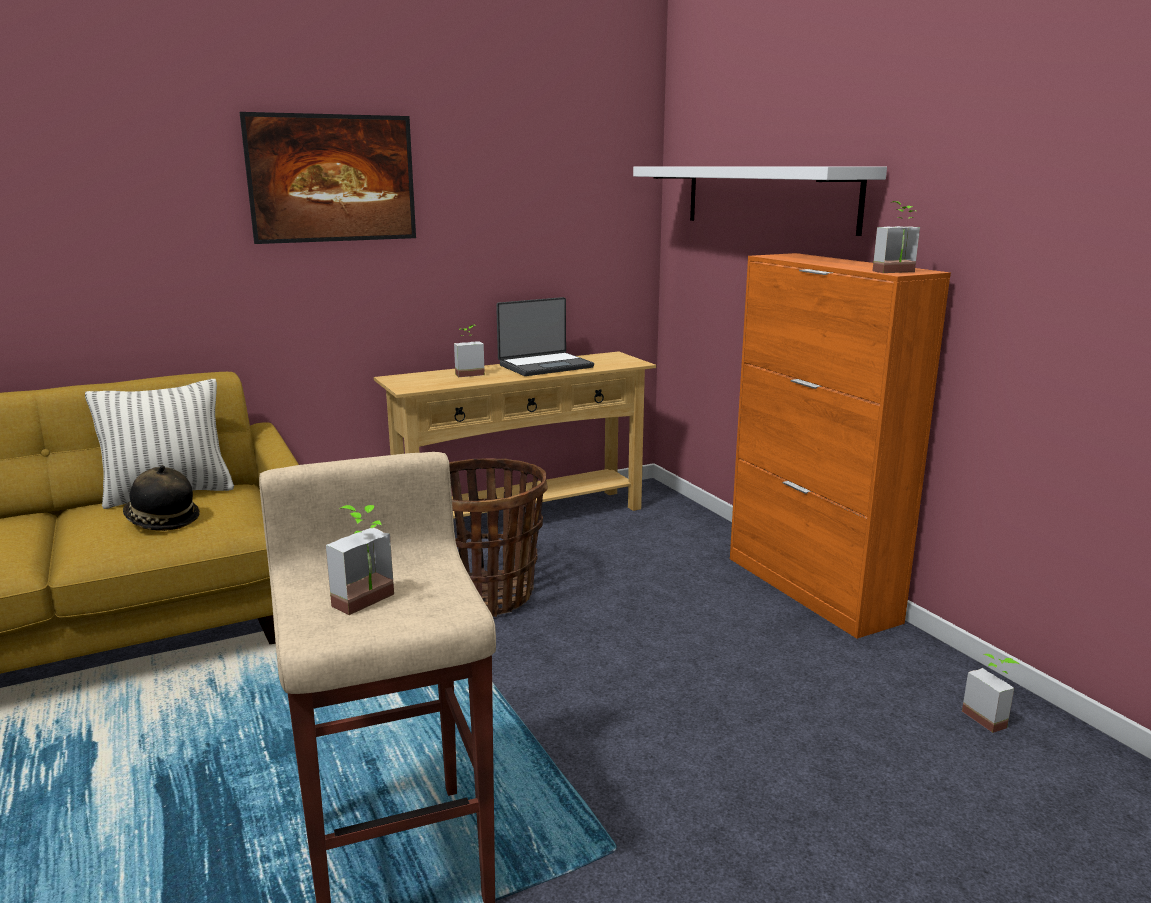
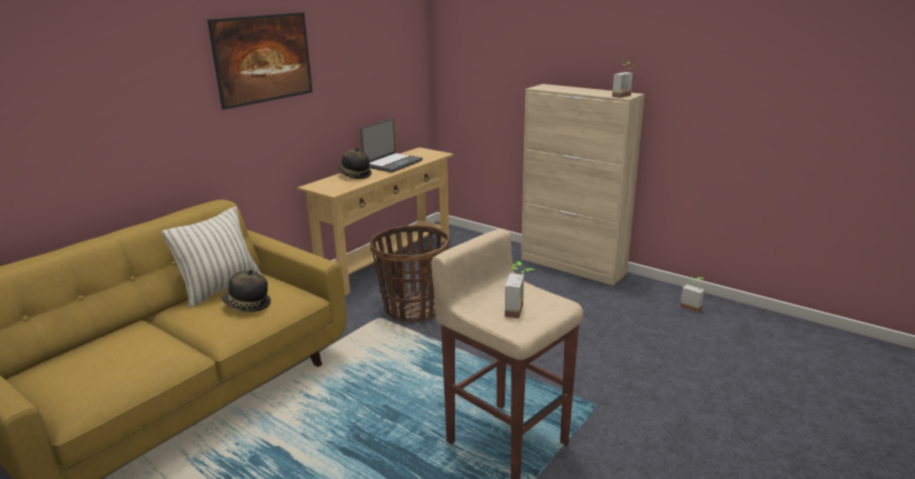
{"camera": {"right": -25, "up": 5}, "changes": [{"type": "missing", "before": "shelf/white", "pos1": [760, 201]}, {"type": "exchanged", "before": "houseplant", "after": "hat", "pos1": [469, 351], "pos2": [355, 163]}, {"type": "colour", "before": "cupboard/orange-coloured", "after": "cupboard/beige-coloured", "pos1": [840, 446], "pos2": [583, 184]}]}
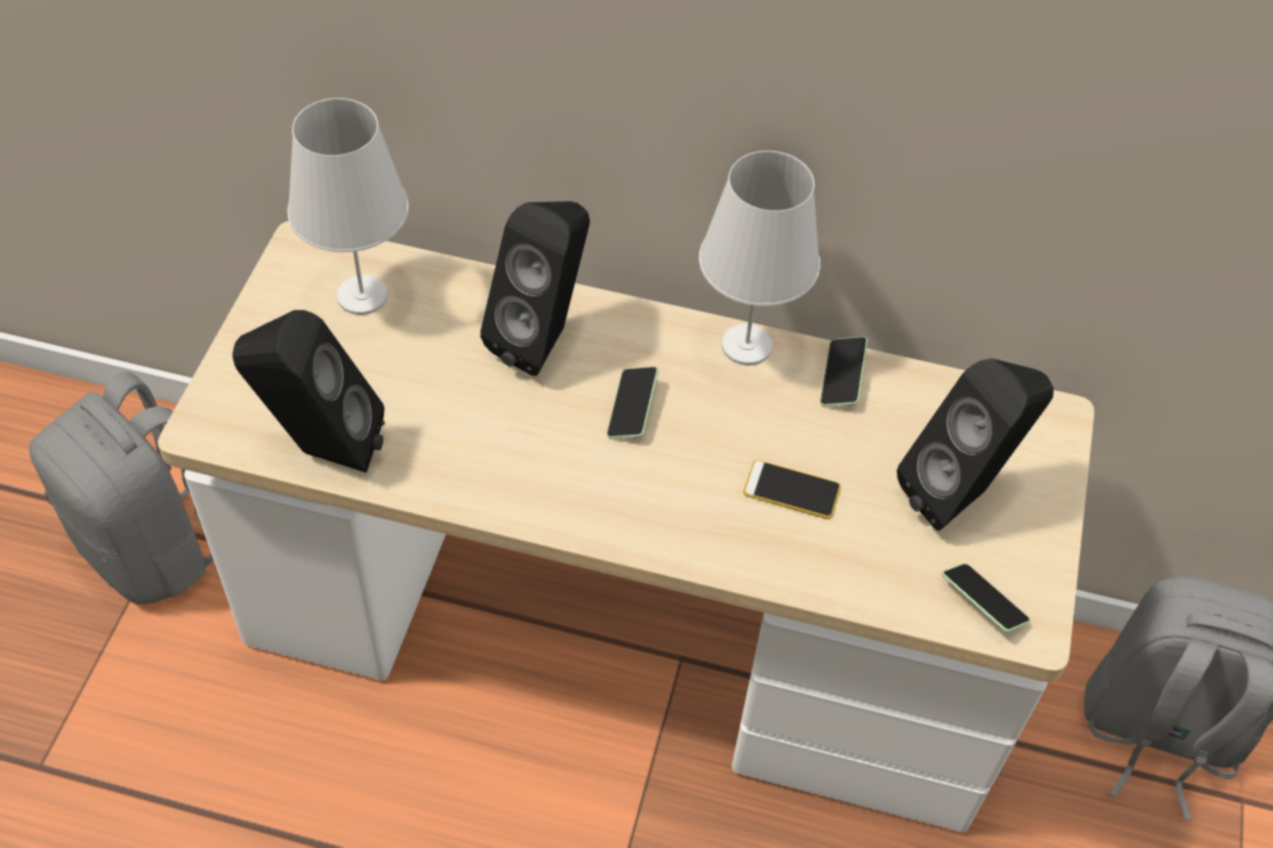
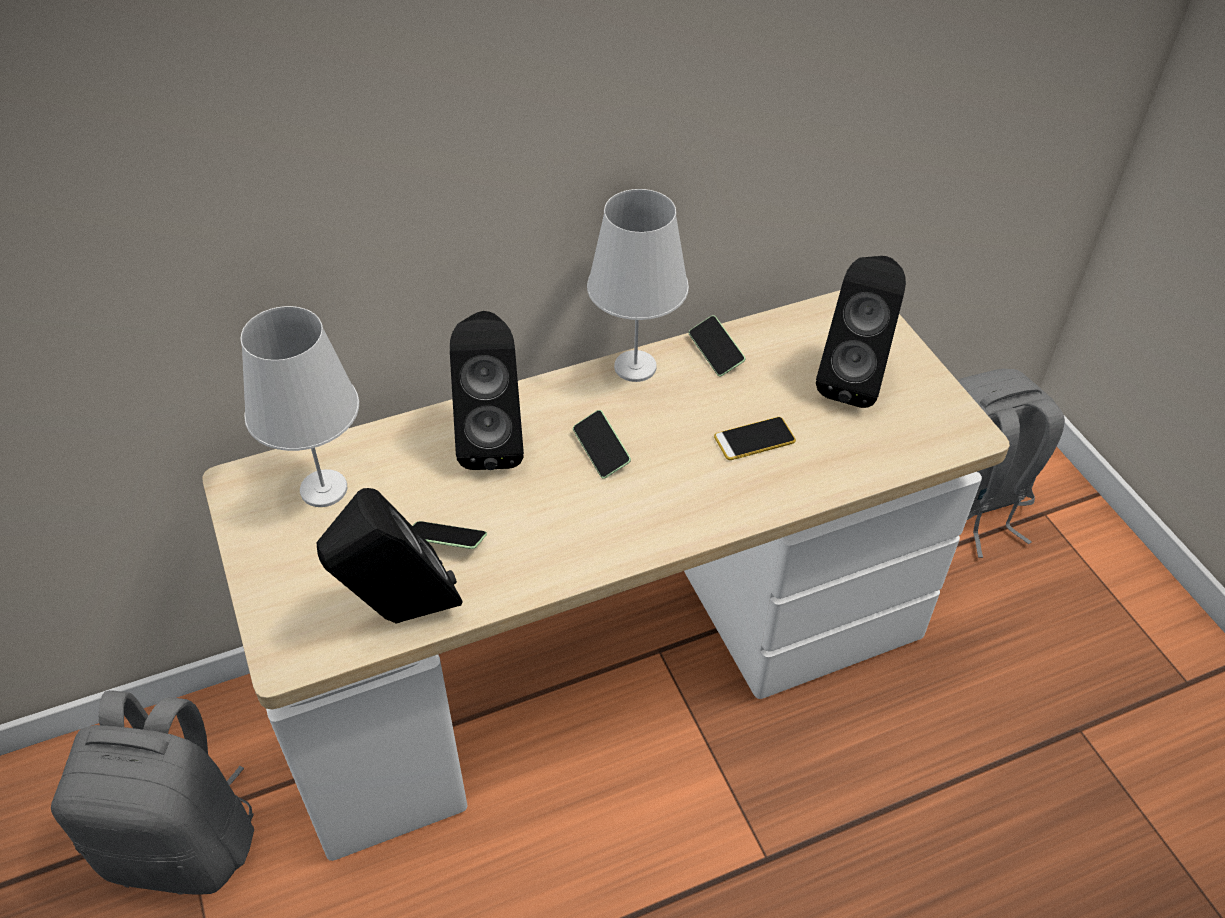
{"camera": {"right": -35, "up": -5}, "changes": [{"type": "relocated", "before": "telephone", "pos1": [986, 598], "pos2": [450, 535]}]}
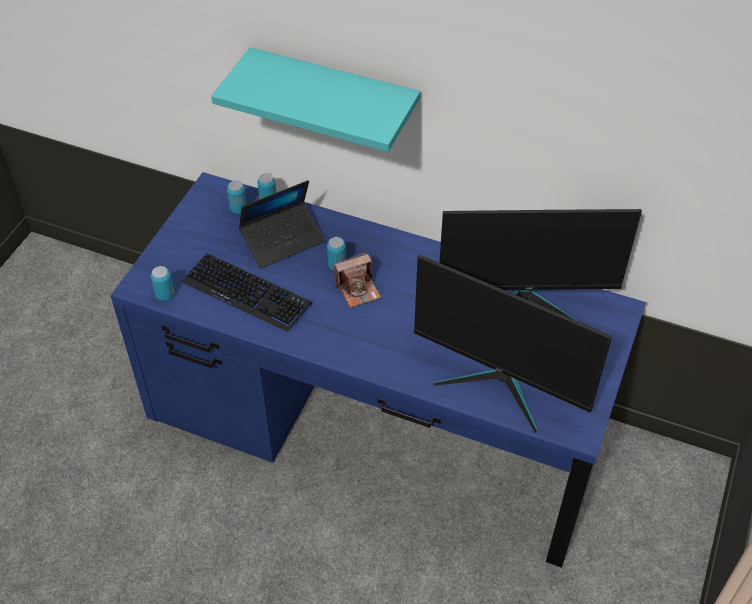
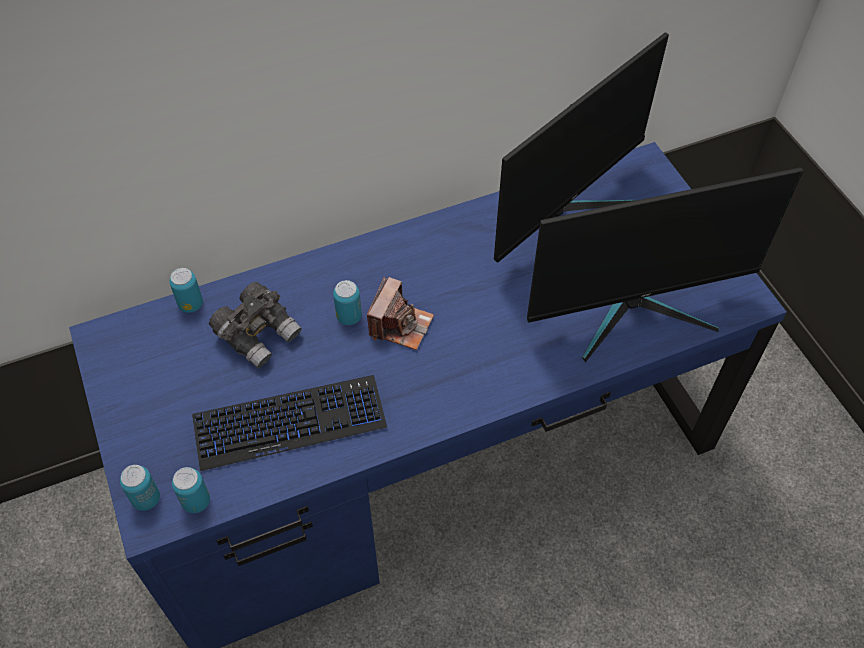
{"camera": {"right": -45, "up": 5}, "changes": [{"type": "missing", "before": "shelf/turquoise-coloured", "pos1": [315, 99]}, {"type": "relocated", "before": "can", "pos1": [237, 197], "pos2": [140, 488]}, {"type": "exchanged", "before": "laptop", "after": "binoculars/gray", "pos1": [282, 224], "pos2": [255, 325]}]}
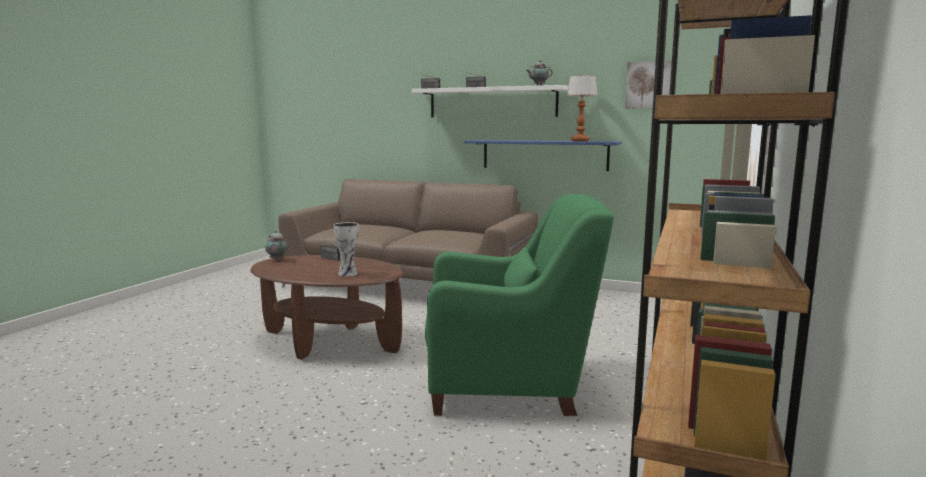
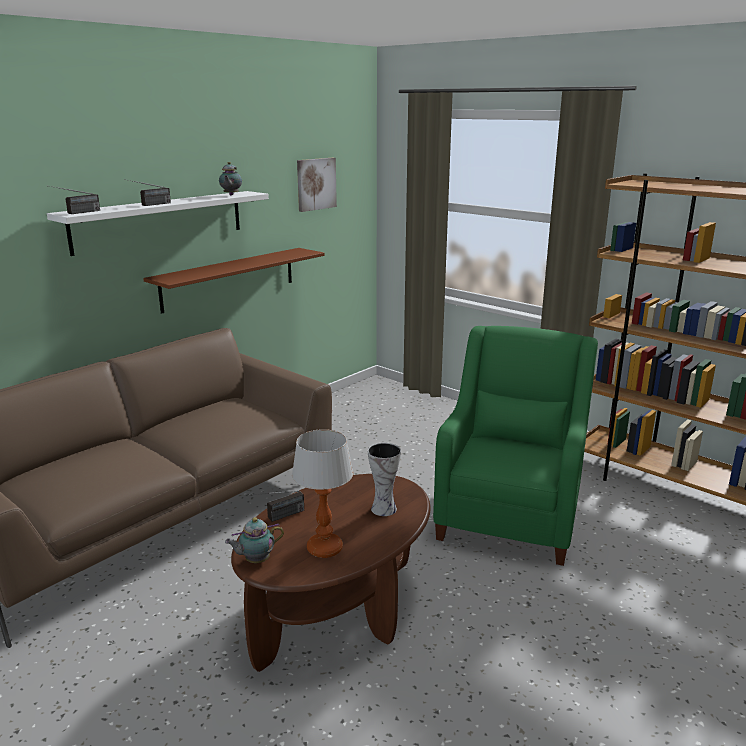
{"camera": {"right": -70, "up": 10}, "changes": [{"type": "relocated", "before": "lamp for a table", "pos1": [582, 108], "pos2": [322, 493]}, {"type": "colour", "before": "shelf/bluish", "after": "shelf/brown", "pos1": [543, 155], "pos2": [234, 281]}]}
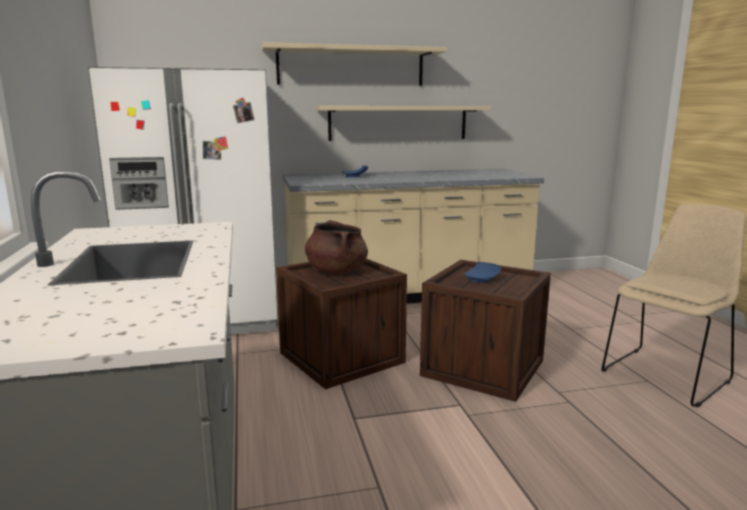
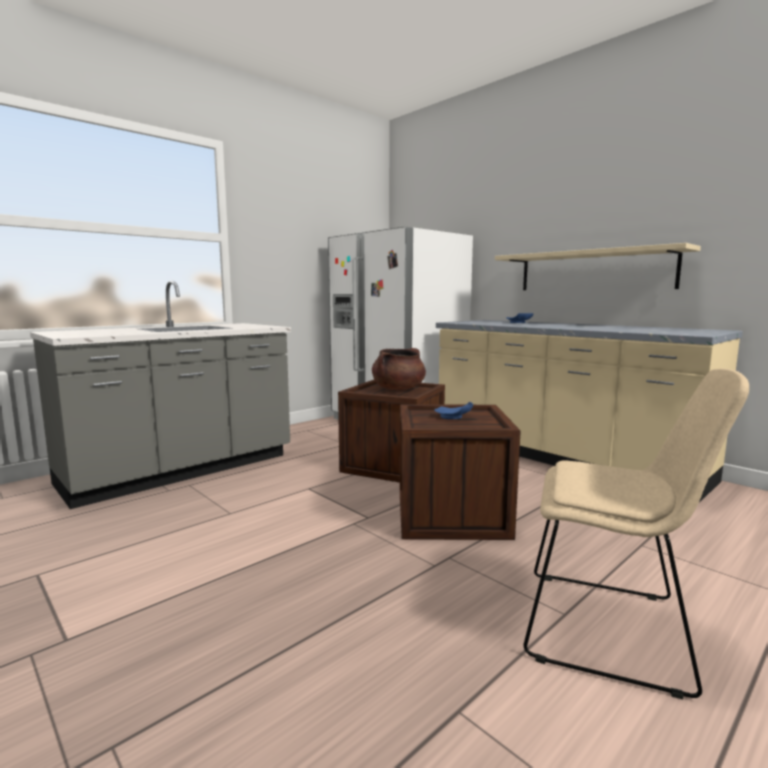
{"camera": {"right": 60, "up": -5}, "changes": [{"type": "missing", "before": "shelf/beige-coloured", "pos1": [354, 64]}]}
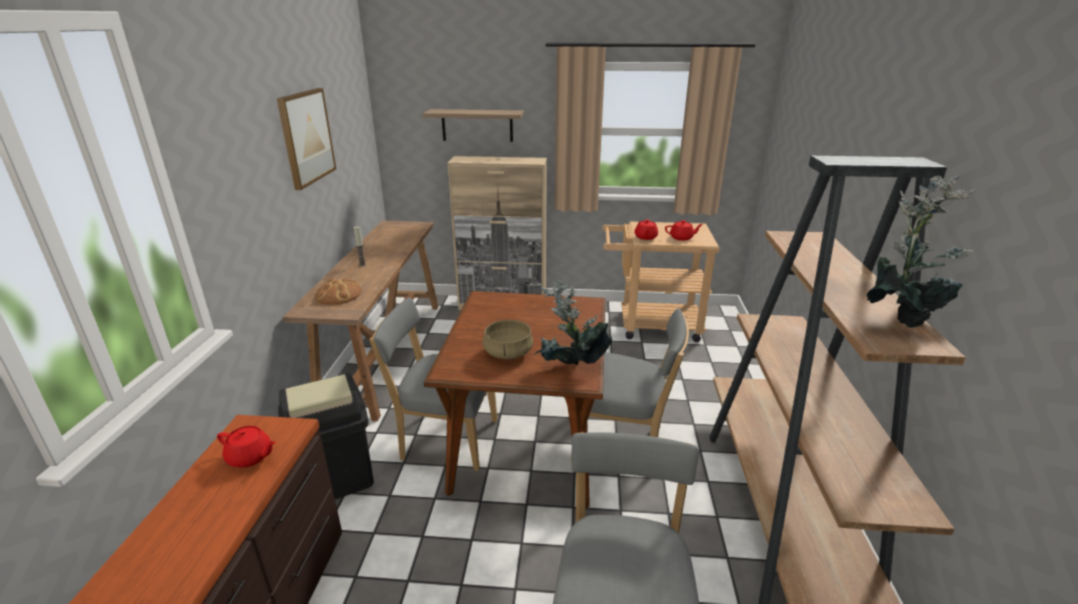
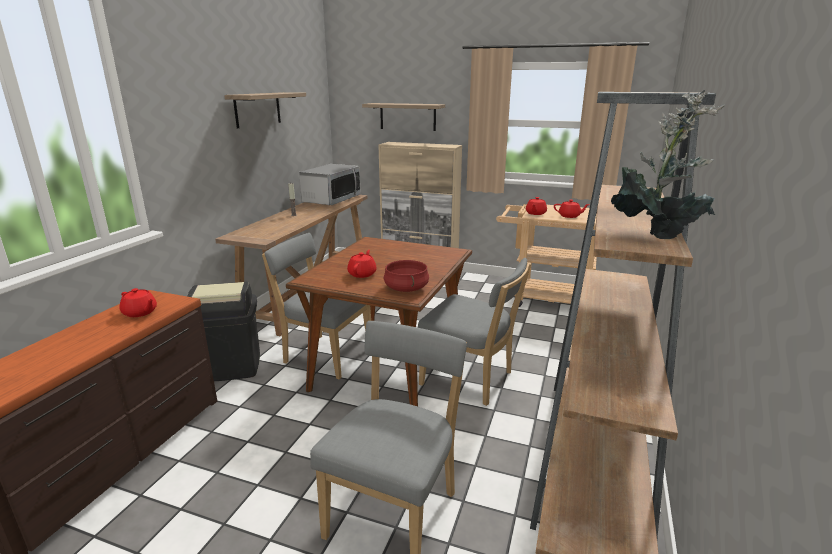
{"camera": {"right": 15, "up": -5}, "changes": [{"type": "missing", "before": "bread", "pos1": [338, 291]}, {"type": "appeared", "after": "microwave", "pos2": [330, 184]}, {"type": "exchanged", "before": "picture", "after": "shelf", "pos1": [306, 139], "pos2": [265, 110]}, {"type": "exchanged", "before": "cooking pot/beige-coloured", "after": "pot for tea/reddish", "pos1": [508, 339], "pos2": [362, 264]}, {"type": "exchanged", "before": "houseplant", "after": "cooking pot/reddish", "pos1": [573, 321], "pos2": [406, 276]}]}
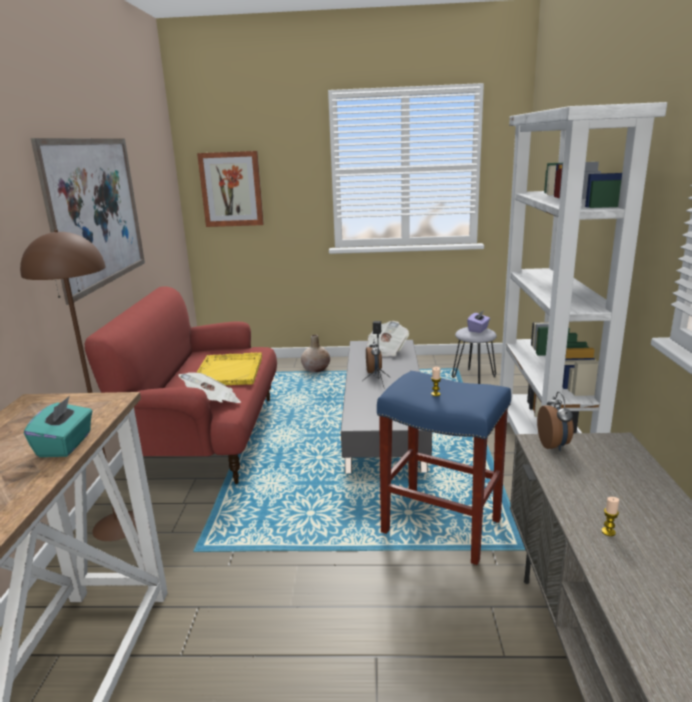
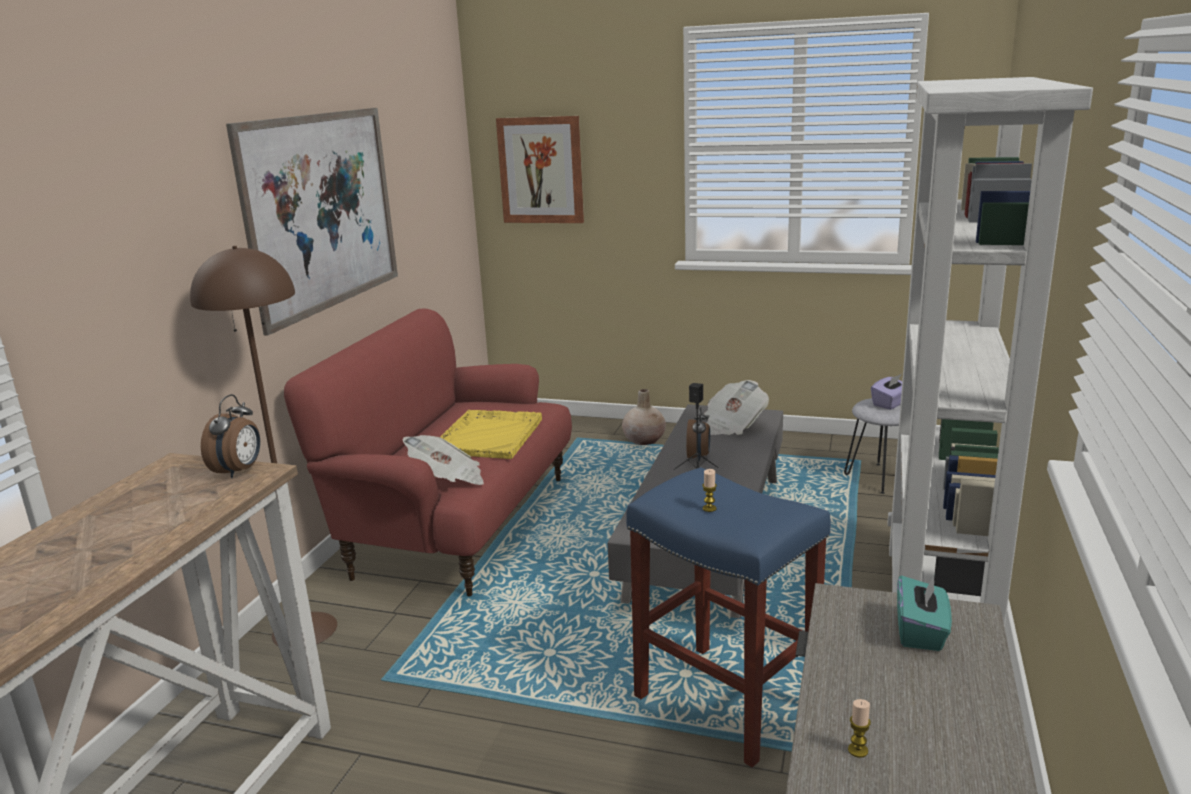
{"camera": {"right": 15, "up": 0}, "changes": [{"type": "relocated", "before": "box of tissues/turquoise-coloured", "pos1": [58, 427], "pos2": [924, 613]}, {"type": "relocated", "before": "table clock", "pos1": [555, 421], "pos2": [230, 436]}]}
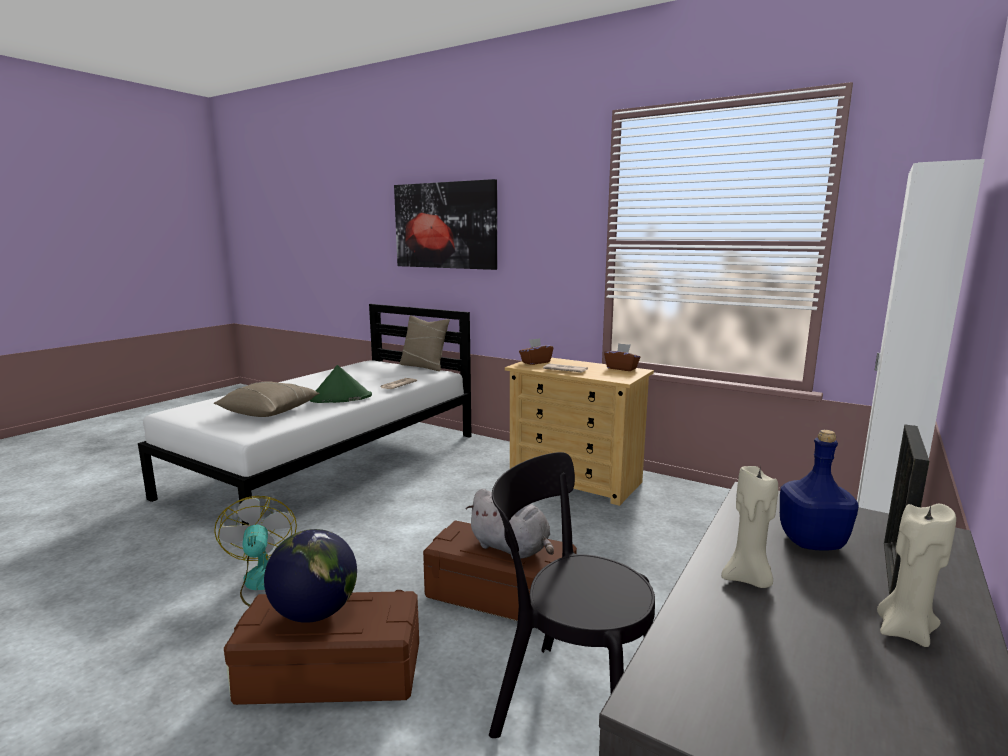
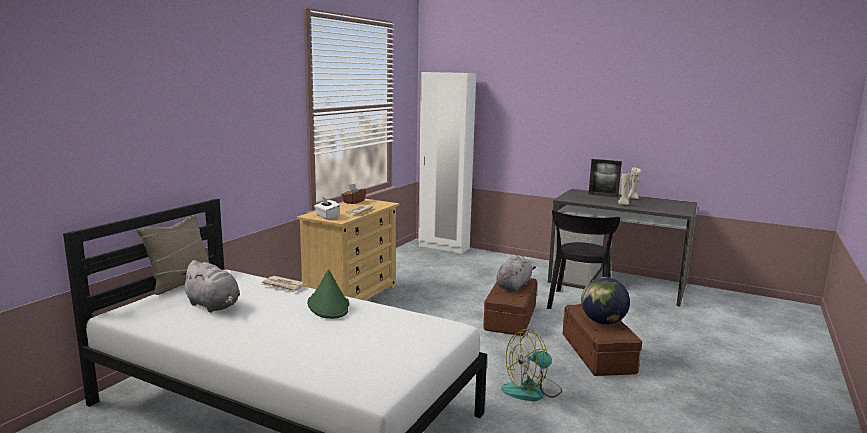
{"camera": {"right": -95, "up": 0}, "changes": [{"type": "missing", "before": "cushion/beige-coloured", "pos1": [267, 399]}, {"type": "missing", "before": "picture", "pos1": [445, 224]}, {"type": "missing", "before": "drink bottle/bluish", "pos1": [819, 490]}, {"type": "appeared", "after": "plush toy/gray", "pos2": [210, 286]}, {"type": "colour", "before": "box of tissues/brown", "after": "box of tissues/white", "pos1": [536, 351], "pos2": [327, 208]}]}
